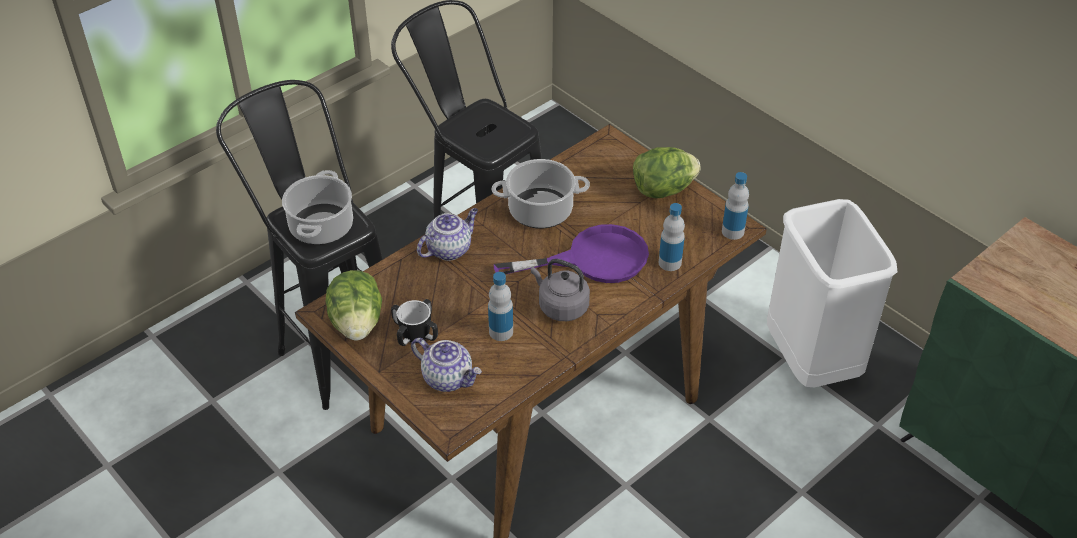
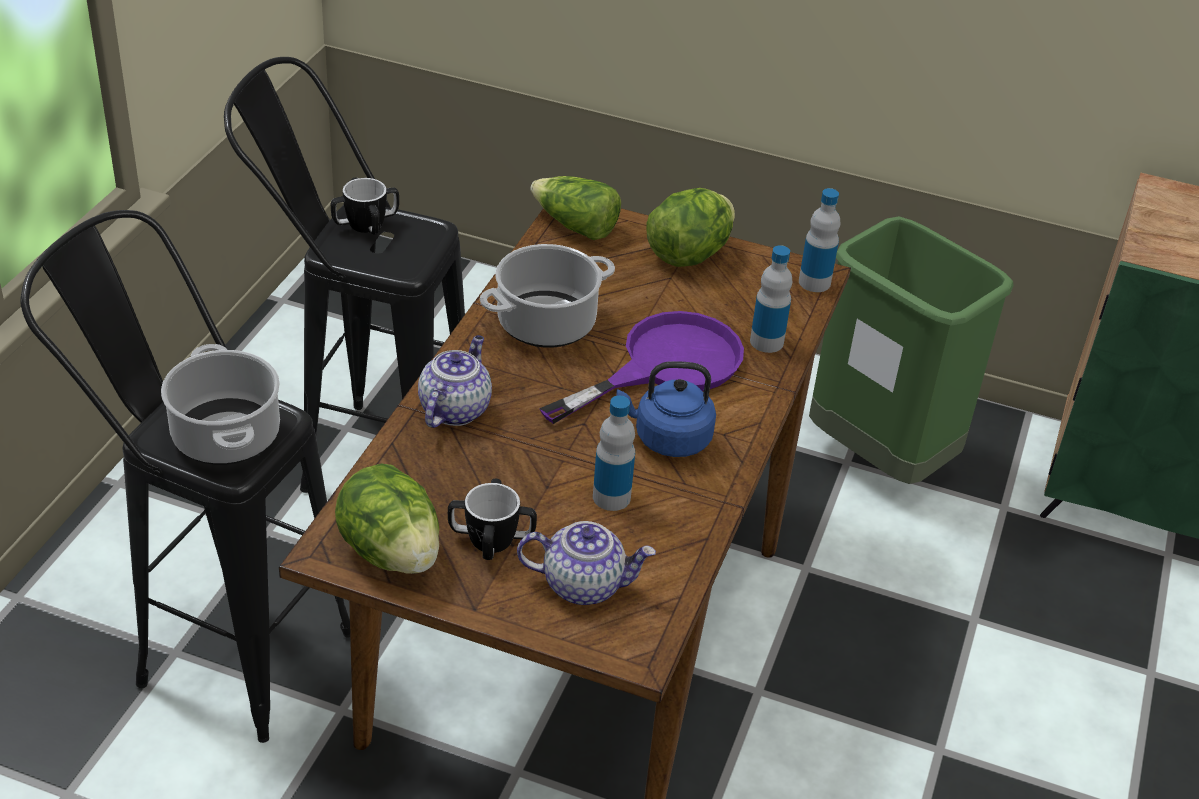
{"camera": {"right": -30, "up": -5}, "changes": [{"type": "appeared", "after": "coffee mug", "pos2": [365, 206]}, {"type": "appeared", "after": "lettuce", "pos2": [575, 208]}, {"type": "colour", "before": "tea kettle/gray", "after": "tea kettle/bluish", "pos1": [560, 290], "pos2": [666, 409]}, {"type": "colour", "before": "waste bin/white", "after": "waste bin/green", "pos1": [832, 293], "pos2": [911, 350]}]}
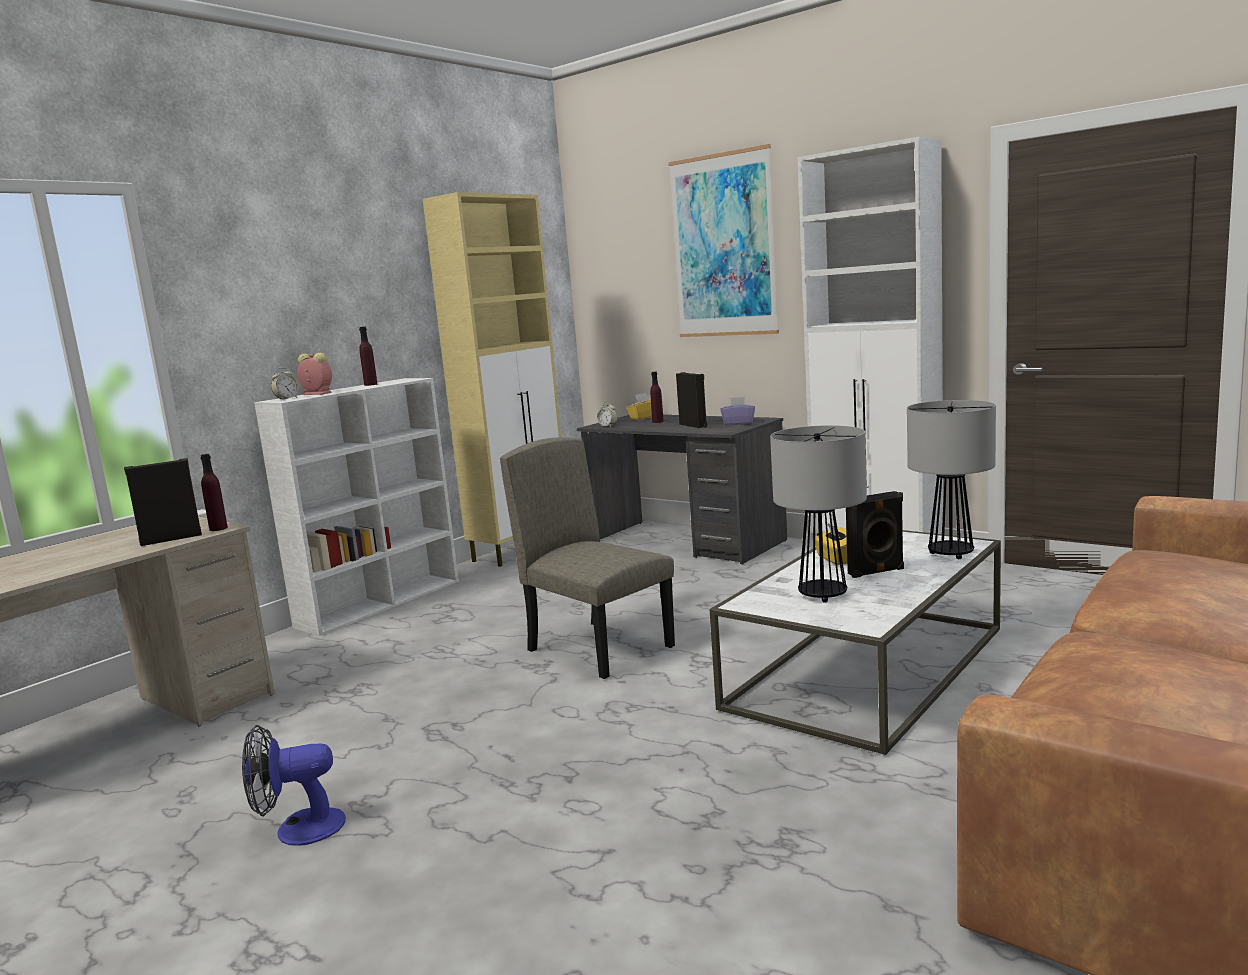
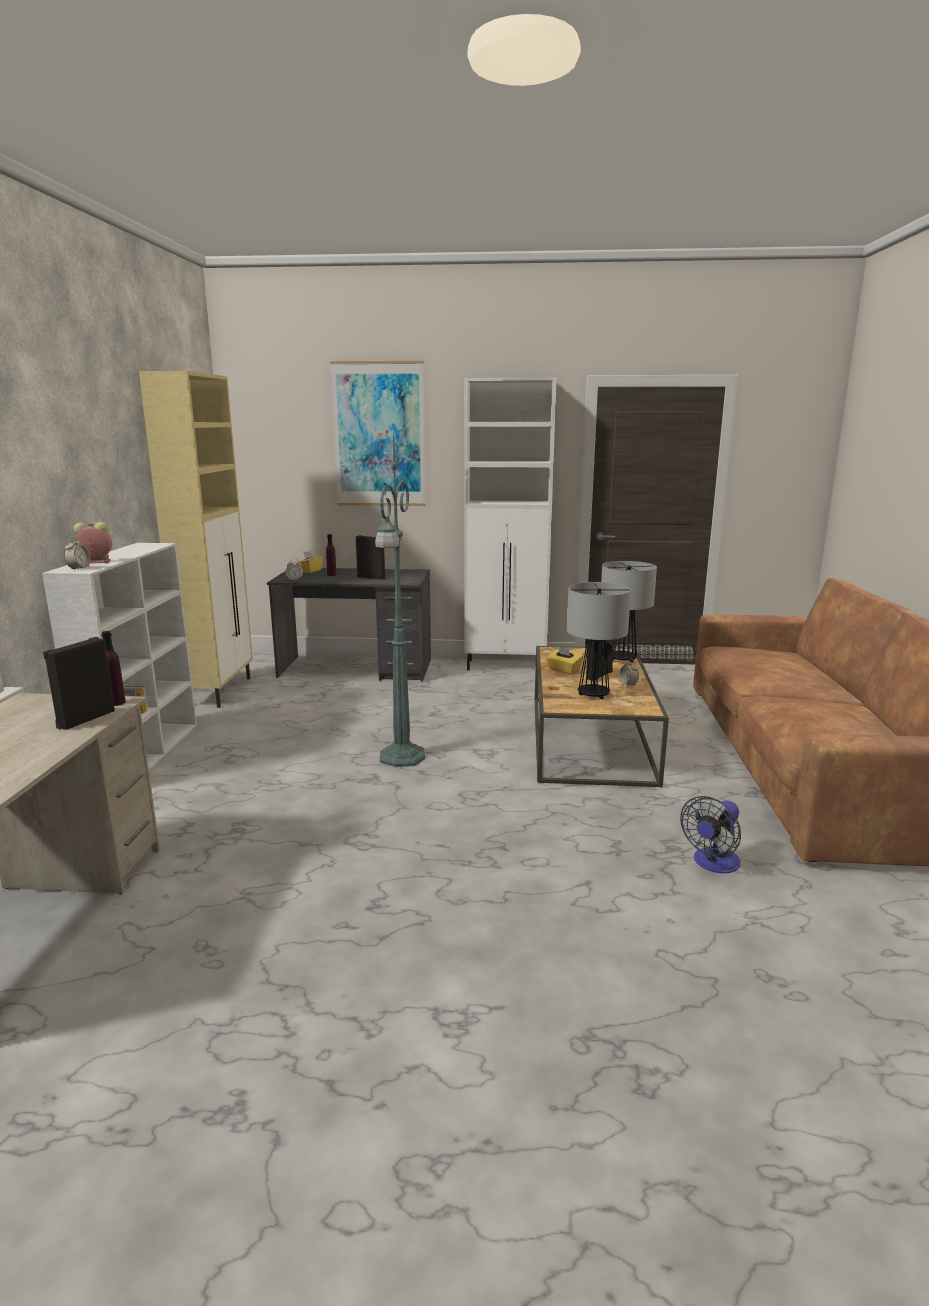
{"camera": {"right": -35, "up": 5}, "changes": [{"type": "missing", "before": "drink bottle/purplish", "pos1": [368, 356]}, {"type": "missing", "before": "box of tissues/purplish", "pos1": [737, 411]}, {"type": "appeared", "after": "table clock", "pos2": [629, 673]}, {"type": "relocated", "before": "cooling fan", "pos1": [294, 785], "pos2": [710, 834]}, {"type": "exchanged", "before": "plain chair/beige-coloured", "after": "standing lamp/green", "pos1": [587, 558], "pos2": [400, 598]}, {"type": "colour", "before": "low table/white", "after": "low table/brown", "pos1": [855, 643], "pos2": [602, 717]}]}
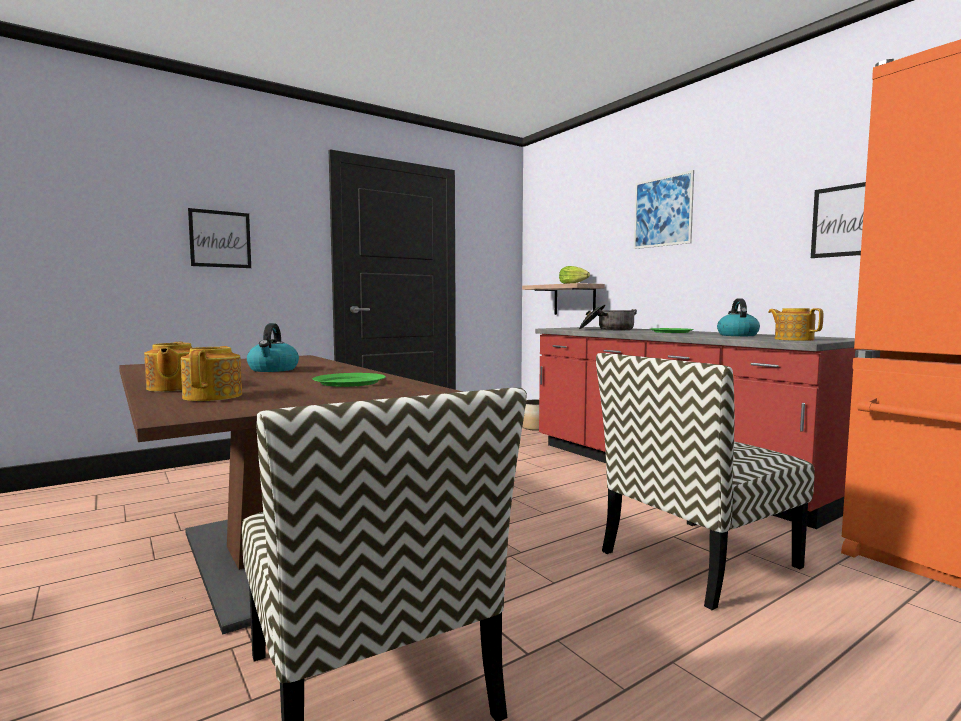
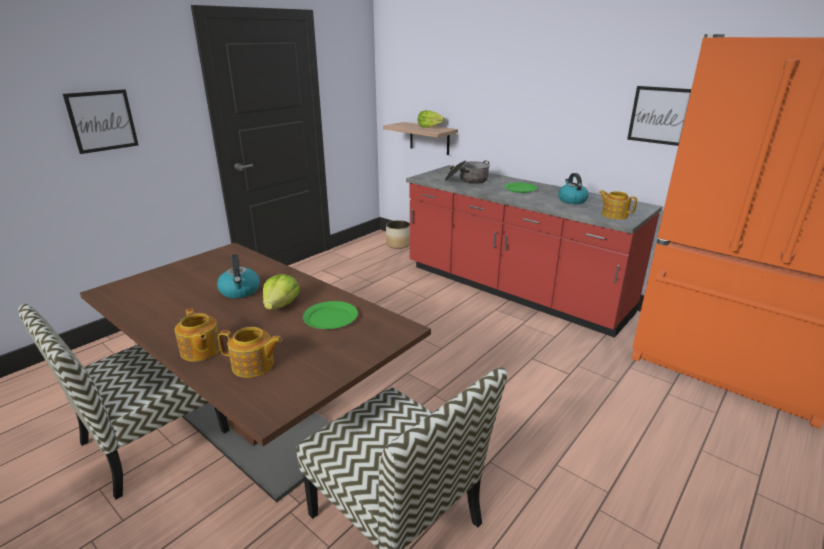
{"camera": {"right": -15, "up": 20}, "changes": [{"type": "missing", "before": "picture", "pos1": [664, 209]}, {"type": "appeared", "after": "lettuce", "pos2": [281, 292]}, {"type": "relocated", "before": "plain chair", "pos1": [705, 481], "pos2": [124, 402]}, {"type": "spun", "before": "pot for tea", "pos1": [211, 373], "pos2": [250, 352], "turn": 120}]}
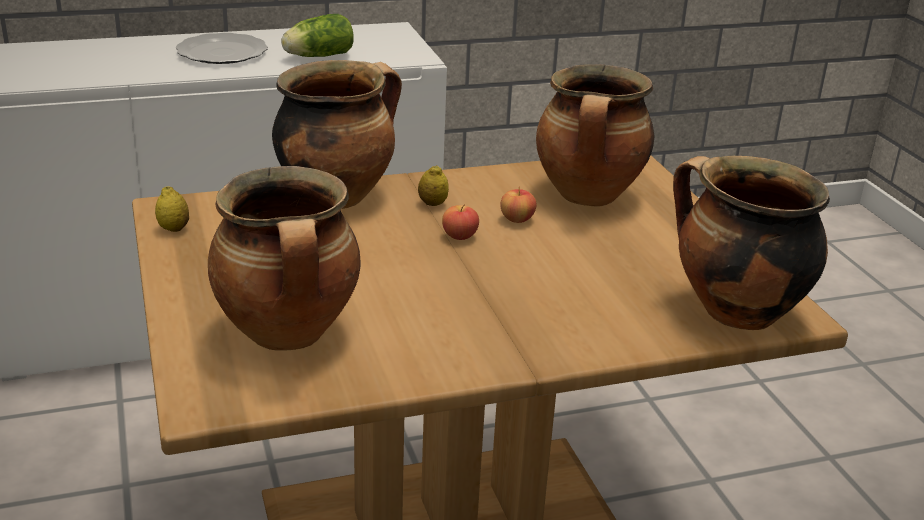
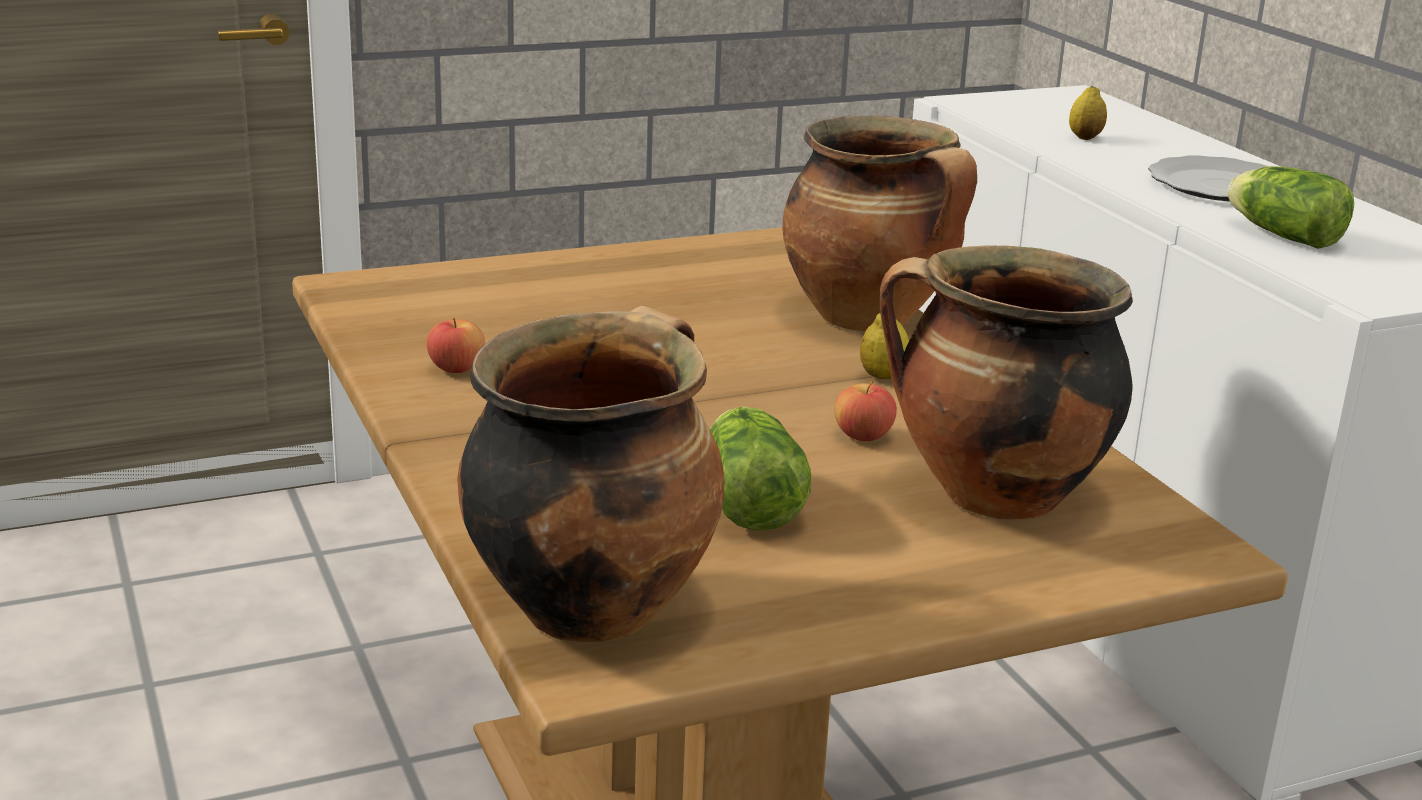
{"camera": {"right": 85, "up": -5}, "changes": [{"type": "missing", "before": "cooking pot", "pos1": [284, 258]}, {"type": "appeared", "after": "lettuce", "pos2": [760, 469]}, {"type": "relocated", "before": "lemon", "pos1": [172, 209], "pos2": [1088, 113]}, {"type": "relocated", "before": "apple fruit", "pos1": [460, 222], "pos2": [456, 345]}]}
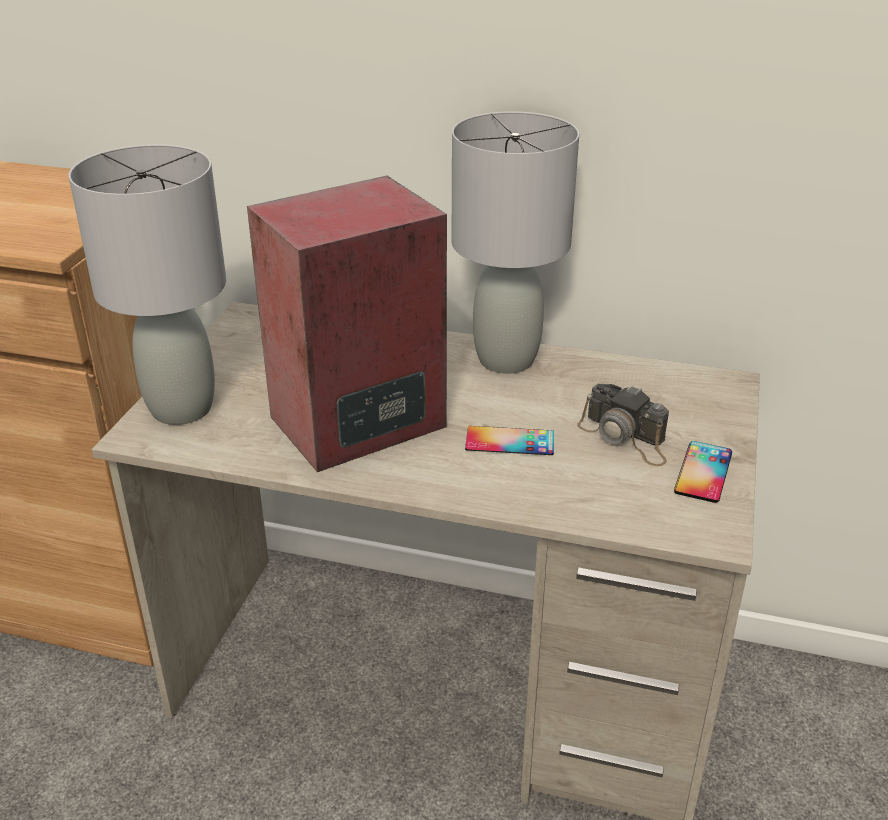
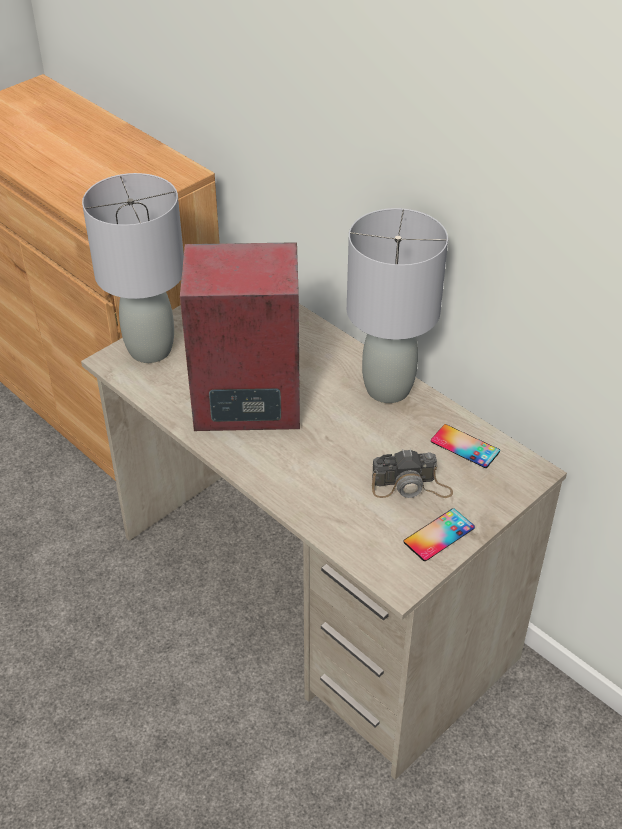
{"camera": {"right": 30, "up": 10}, "changes": [{"type": "relocated", "before": "telephone", "pos1": [509, 440], "pos2": [465, 446]}, {"type": "spun", "before": "still camera", "pos1": [623, 425], "pos2": [412, 473], "turn": -75}]}
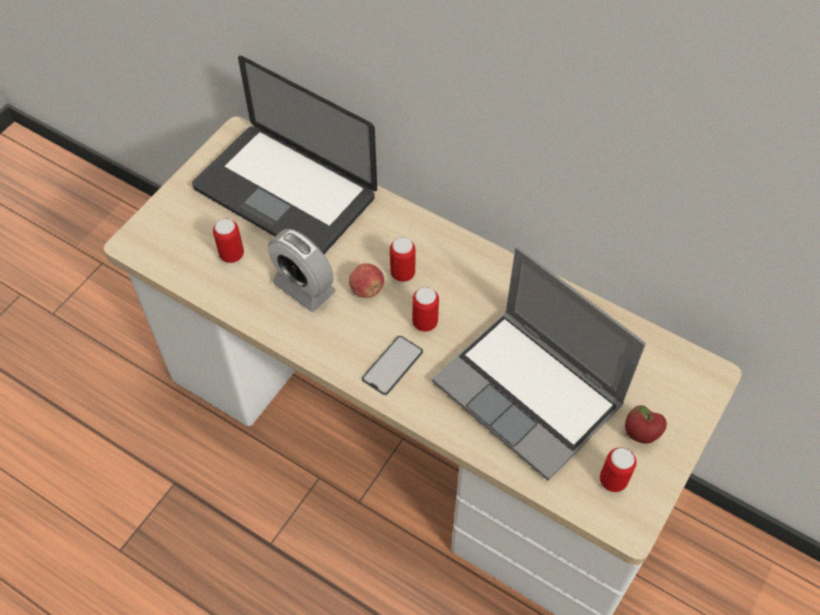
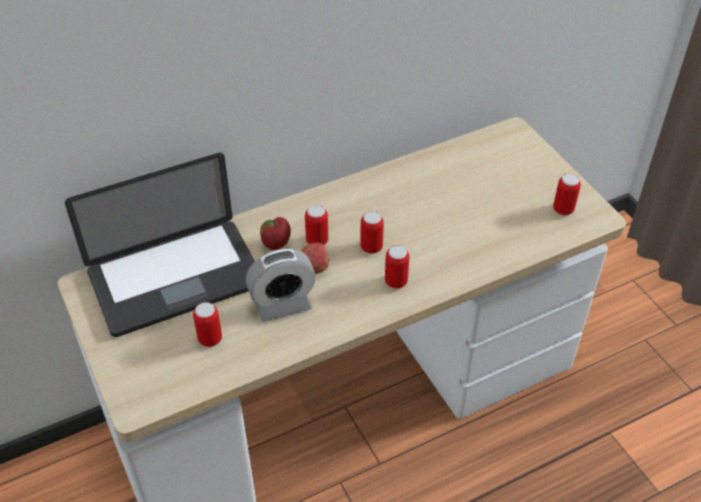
{"camera": {"right": -60, "up": -10}, "changes": [{"type": "missing", "before": "laptop", "pos1": [539, 364]}, {"type": "relocated", "before": "apple fruit", "pos1": [646, 424], "pos2": [275, 233]}, {"type": "exchanged", "before": "telephone", "after": "can", "pos1": [392, 366], "pos2": [397, 266]}]}
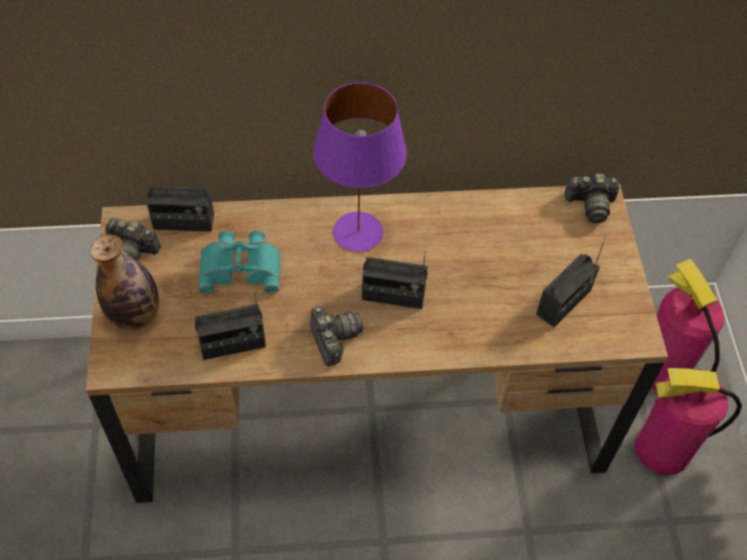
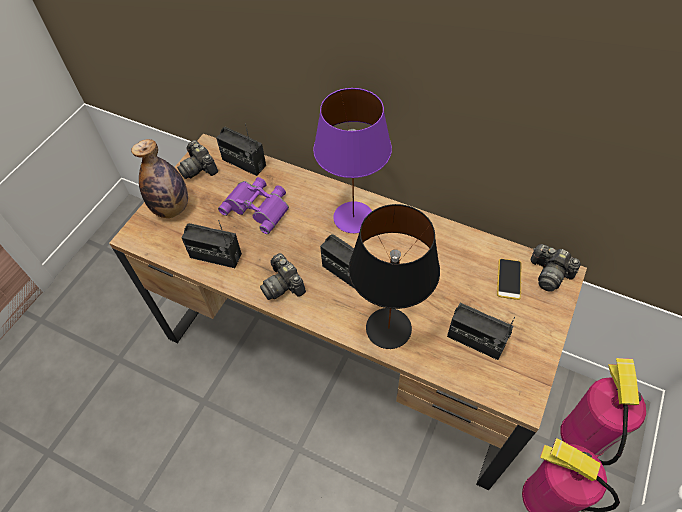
{"camera": {"right": 35, "up": 0}, "changes": [{"type": "appeared", "after": "lamp for a table/blackish", "pos2": [394, 276]}, {"type": "appeared", "after": "telephone", "pos2": [509, 279]}, {"type": "colour", "before": "binoculars/turquoise-coloured", "after": "binoculars/purplish", "pos1": [239, 262], "pos2": [253, 205]}, {"type": "spun", "before": "still camera", "pos1": [336, 336], "pos2": [283, 276], "turn": 135}, {"type": "spun", "before": "radio set", "pos1": [571, 282], "pos2": [481, 331], "turn": 45}]}
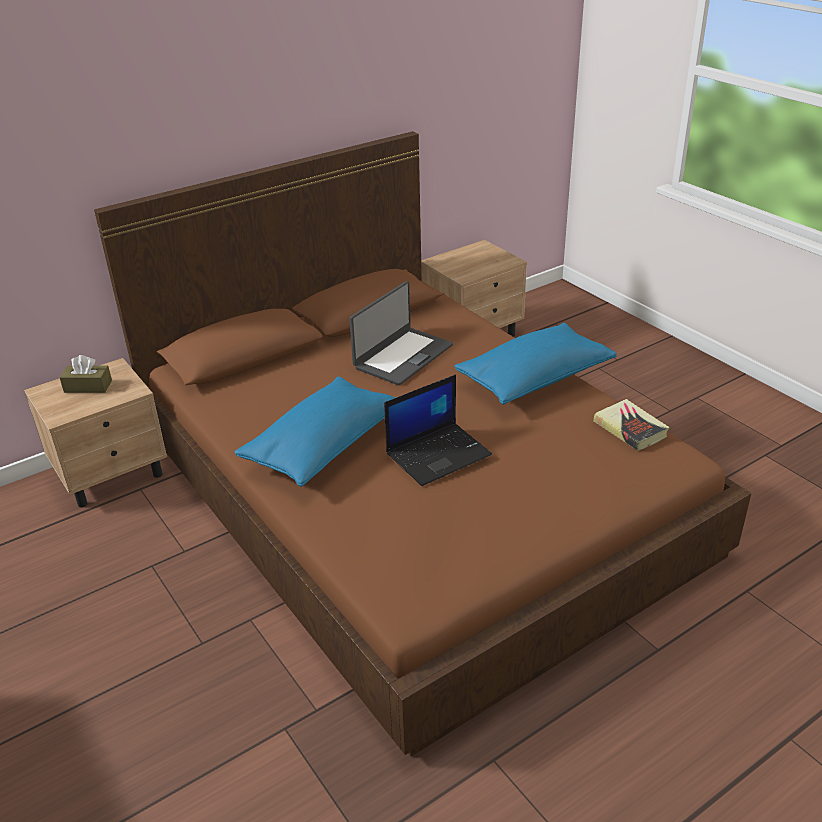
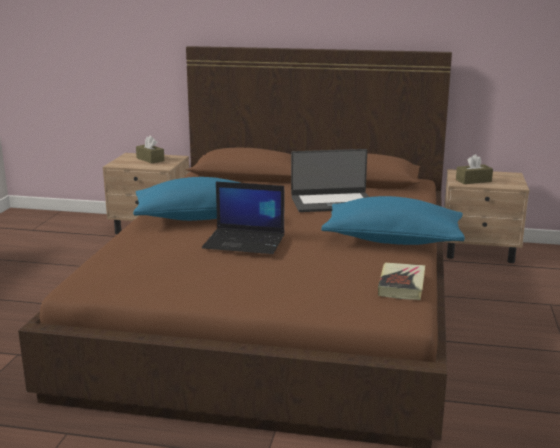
{"camera": {"right": 45, "up": -15}, "changes": [{"type": "appeared", "after": "box of tissues/brown", "pos2": [474, 169]}]}
